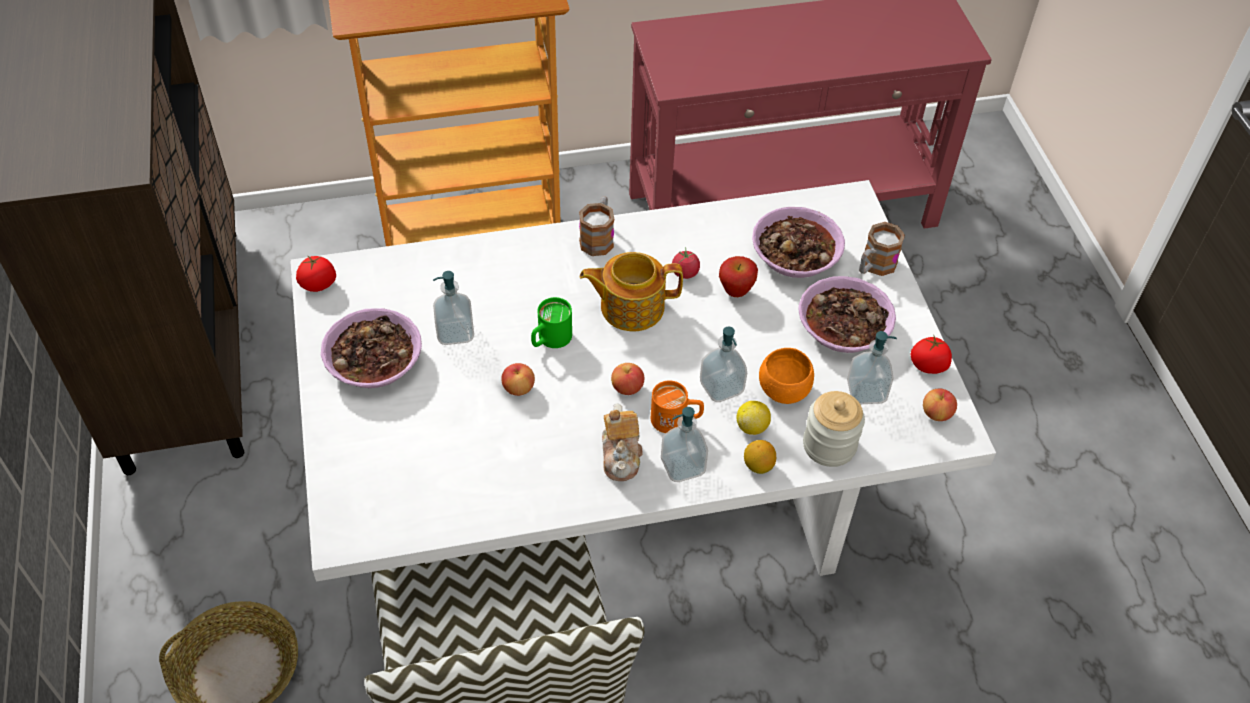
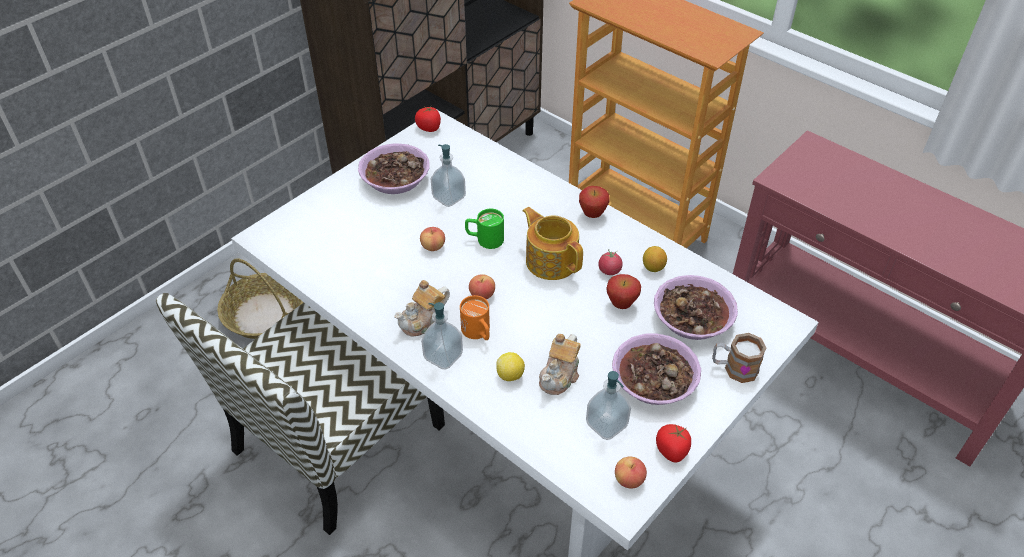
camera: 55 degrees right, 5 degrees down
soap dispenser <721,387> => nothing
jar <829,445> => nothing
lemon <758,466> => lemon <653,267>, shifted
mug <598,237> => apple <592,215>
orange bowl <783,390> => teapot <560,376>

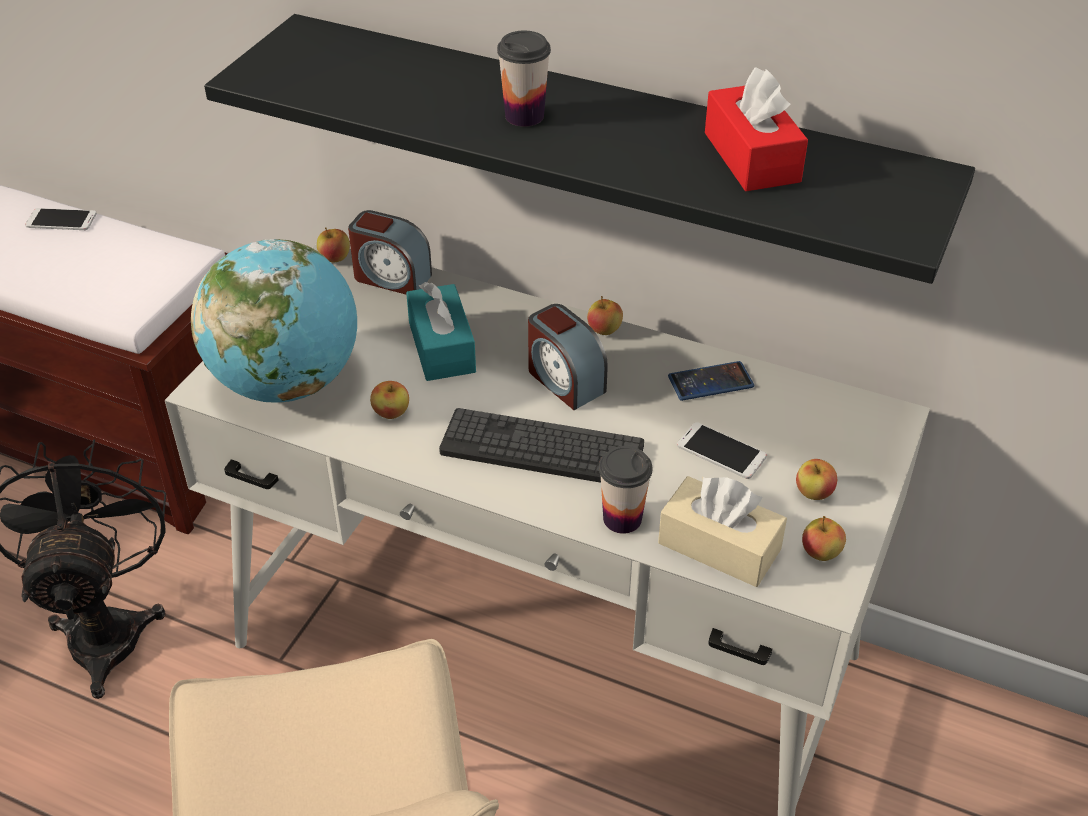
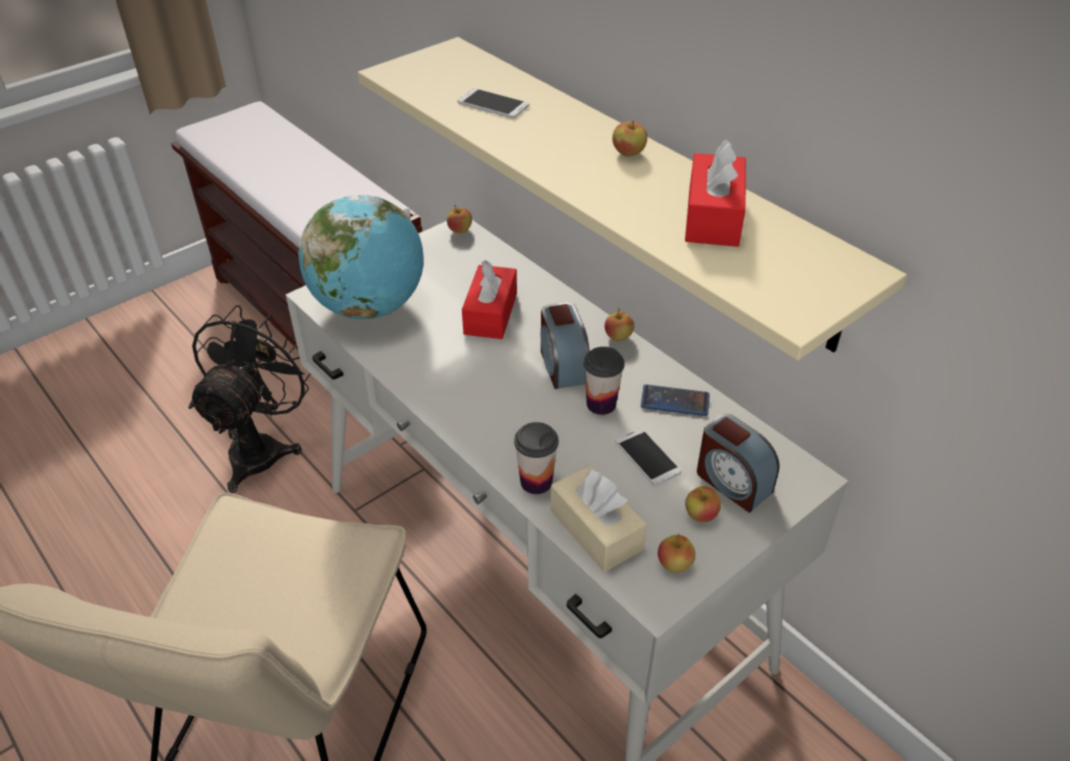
camera: 25 degrees right, 0 degrees up
keyboard <542,449> => nothing
phone <61,220> => phone <493,104>, shifted
alarm clock <391,277> => alarm clock <732,482>, shifted
apple <391,413> => apple <628,153>, shifted
cup <524,116> => cup <601,404>, shifted
black shelf <604,142> => beige shelf <639,183>
turquoise tissue box <441,347> => red tissue box <490,314>

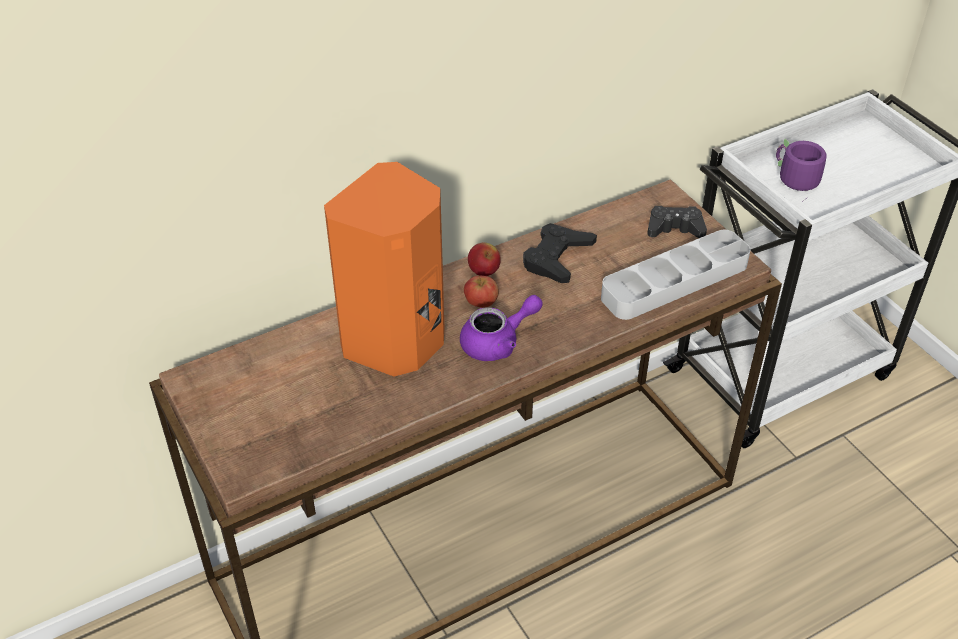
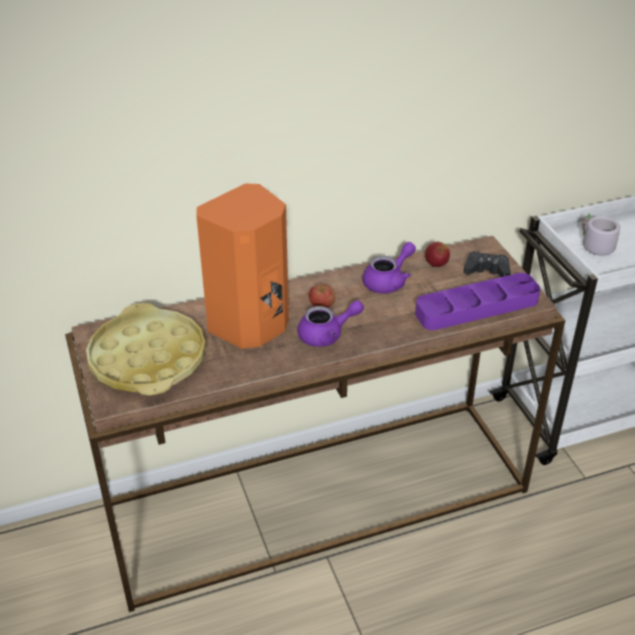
camera: 10 degrees right, 5 degrees down
nothing => yellow tray <148,359>
apple <484,272> => apple <436,264>, shifted
black game controller <557,258> => purple teapot <388,281>
grey tray <675,281> => purple tray <477,307>
purple mug <793,179> => grey mug <594,246>

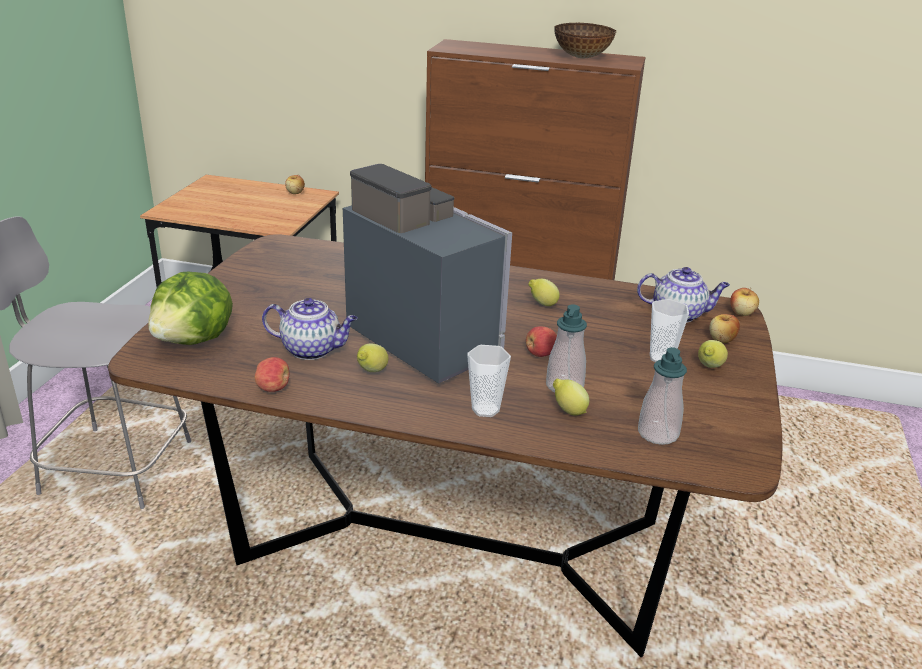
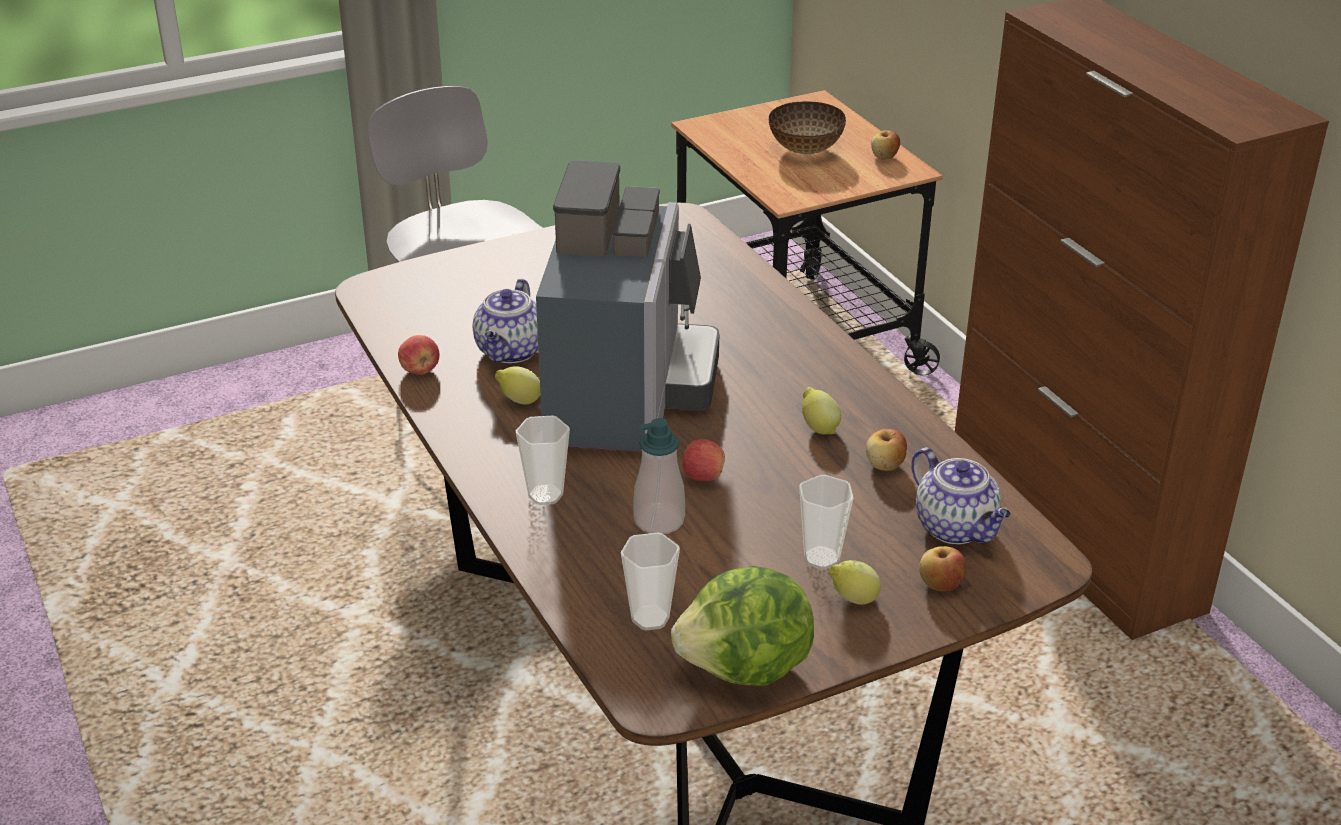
camera: 50 degrees right, 5 degrees up
lemon <568,411> => nothing
lettuce <195,340> => lettuce <746,670>, shifted
bowl <581,57> => bowl <804,150>, shifted
apple <741,313> => apple <885,465>, shifted
soap dispenser <658,433> => cup <650,618>
teapot <312,350> => teapot <510,352>, 45 degrees clockwise

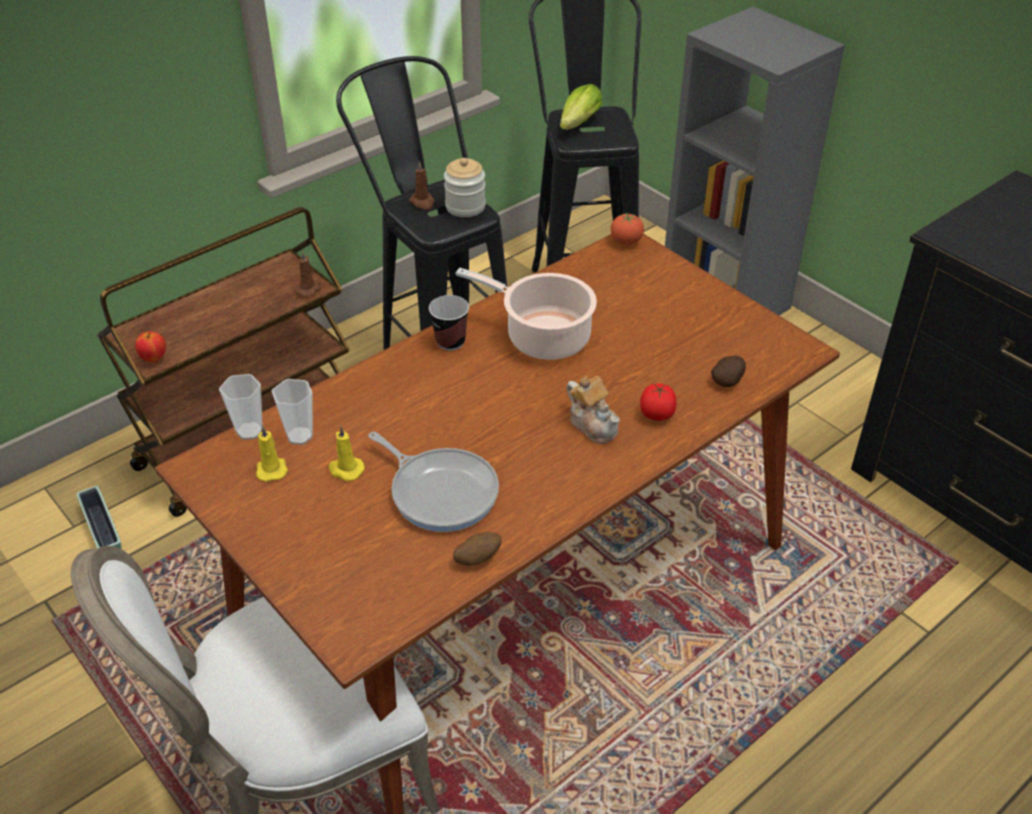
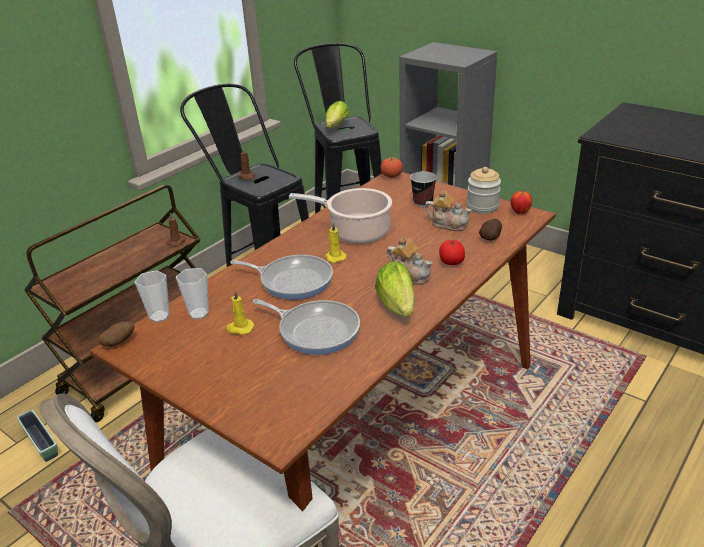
camera: 10 degrees left, 10 degrees down
nothing => frying pan <293,280>
nothing => lettuce <397,307>
nothing => teapot <448,224>
apple <154,359> => apple <520,212>, shifted
yellow candle <271,469> => yellow candle <335,257>, shifted
cup <450,342> => cup <423,203>, shifted
jar <465,207> => jar <482,207>, shifted
potato <477,558> => potato <119,342>, shifted

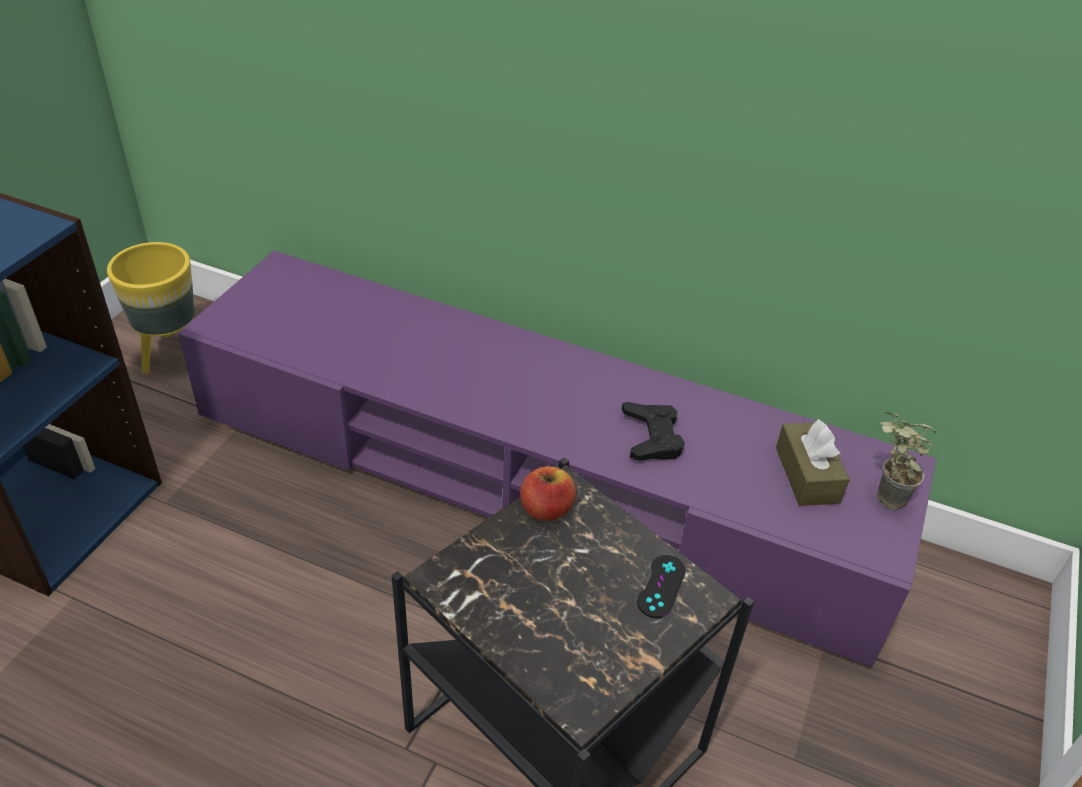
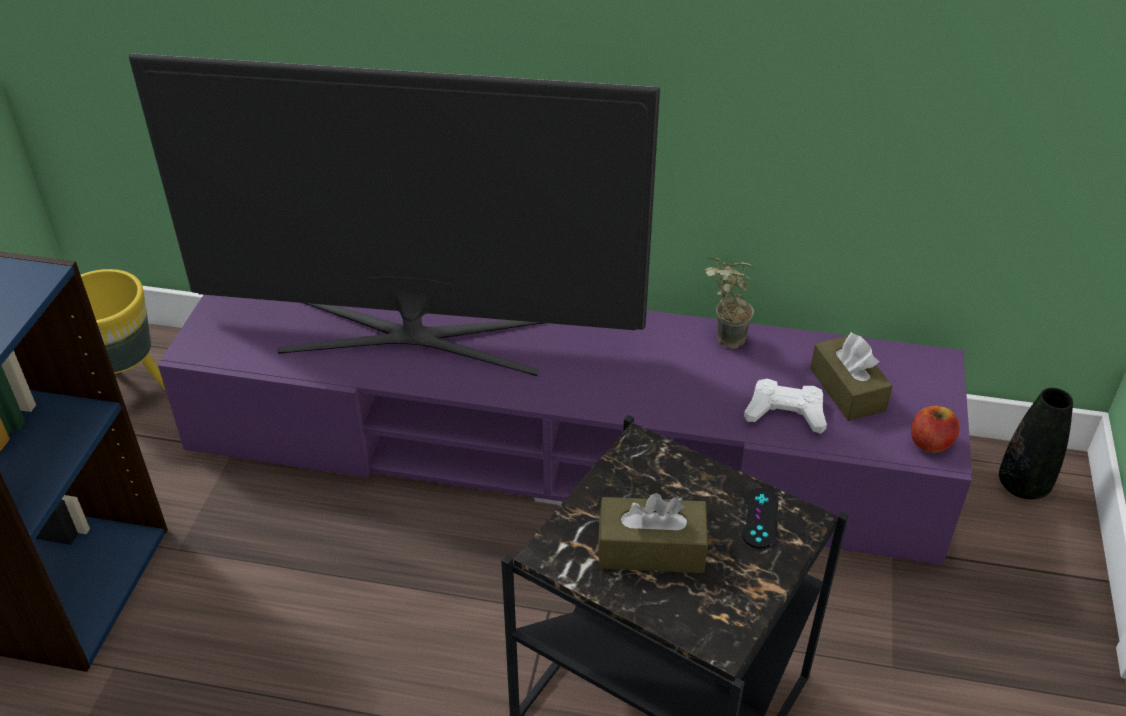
camera: 10 degrees left, 0 degrees up
black game controller <652,437> => nothing
nothing => television <417,335>
nothing => brown tissue box <651,549>
nothing => white game controller <785,412>
nothing => black vase <1023,485>
apple <546,509> => apple <930,443>, shifted
potted plant <881,497> => potted plant <722,340>, shifted

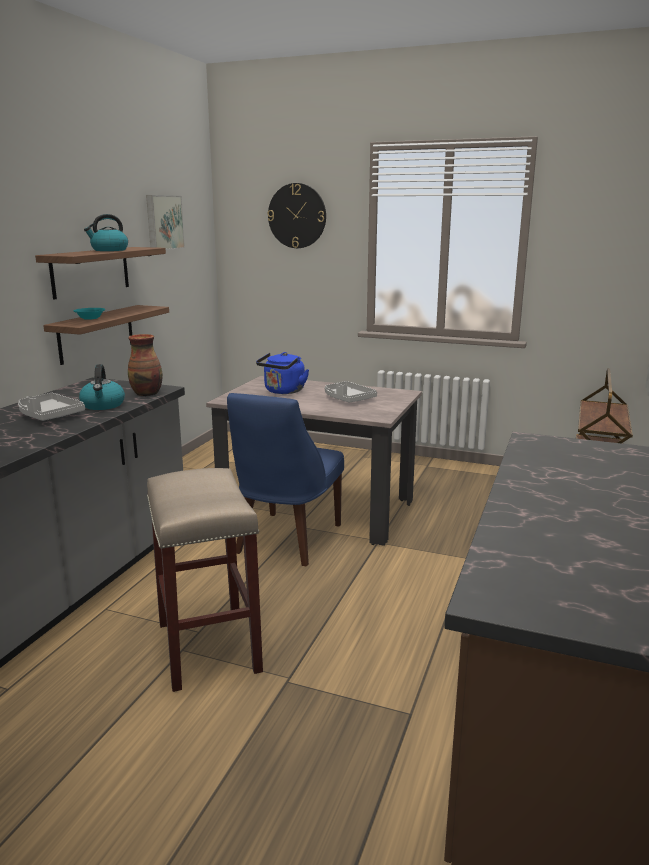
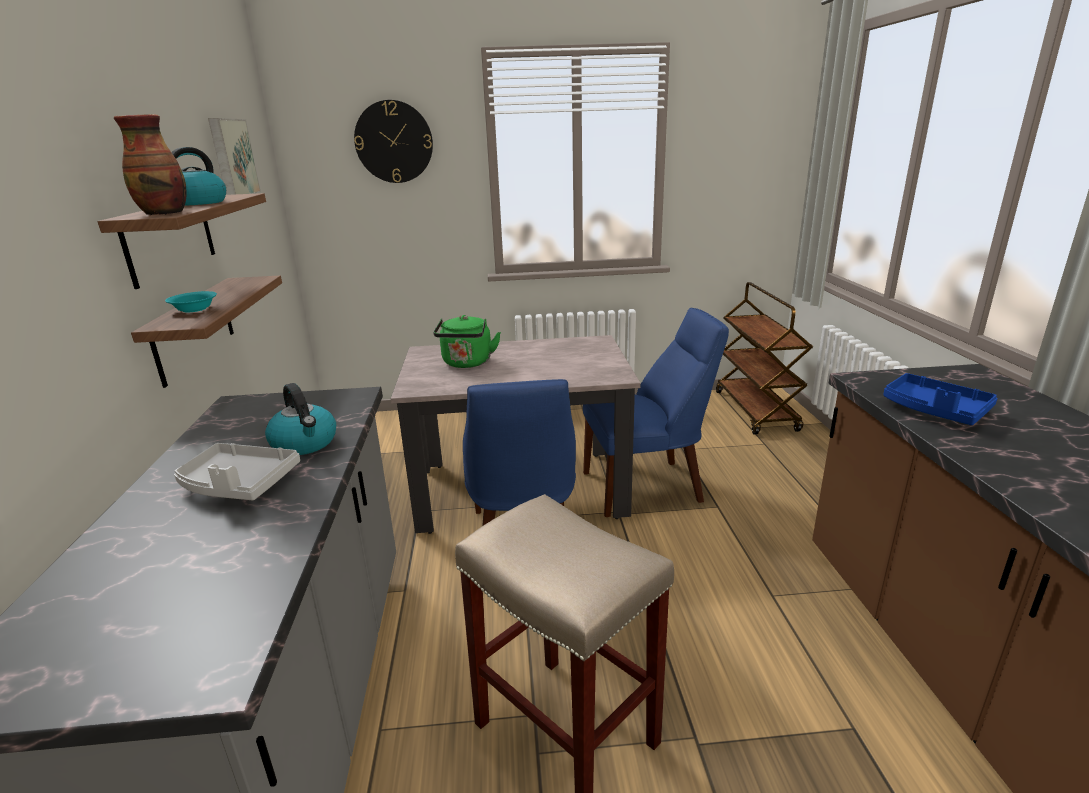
camera: 25 degrees left, 5 degrees up
grey tray <348,399> => nothing
nothing => blue chair <647,486>
nothing => blue tray <934,410>
vase <147,393> => vase <165,213>, shifted
blue kettle <283,391> => green kettle <467,363>

